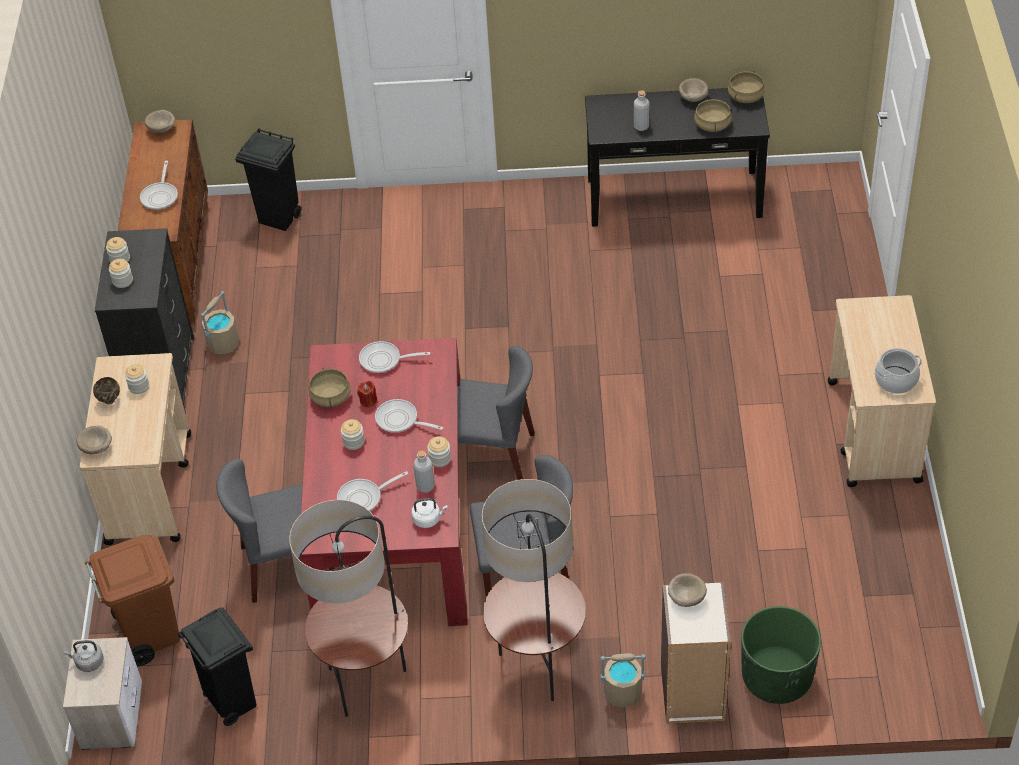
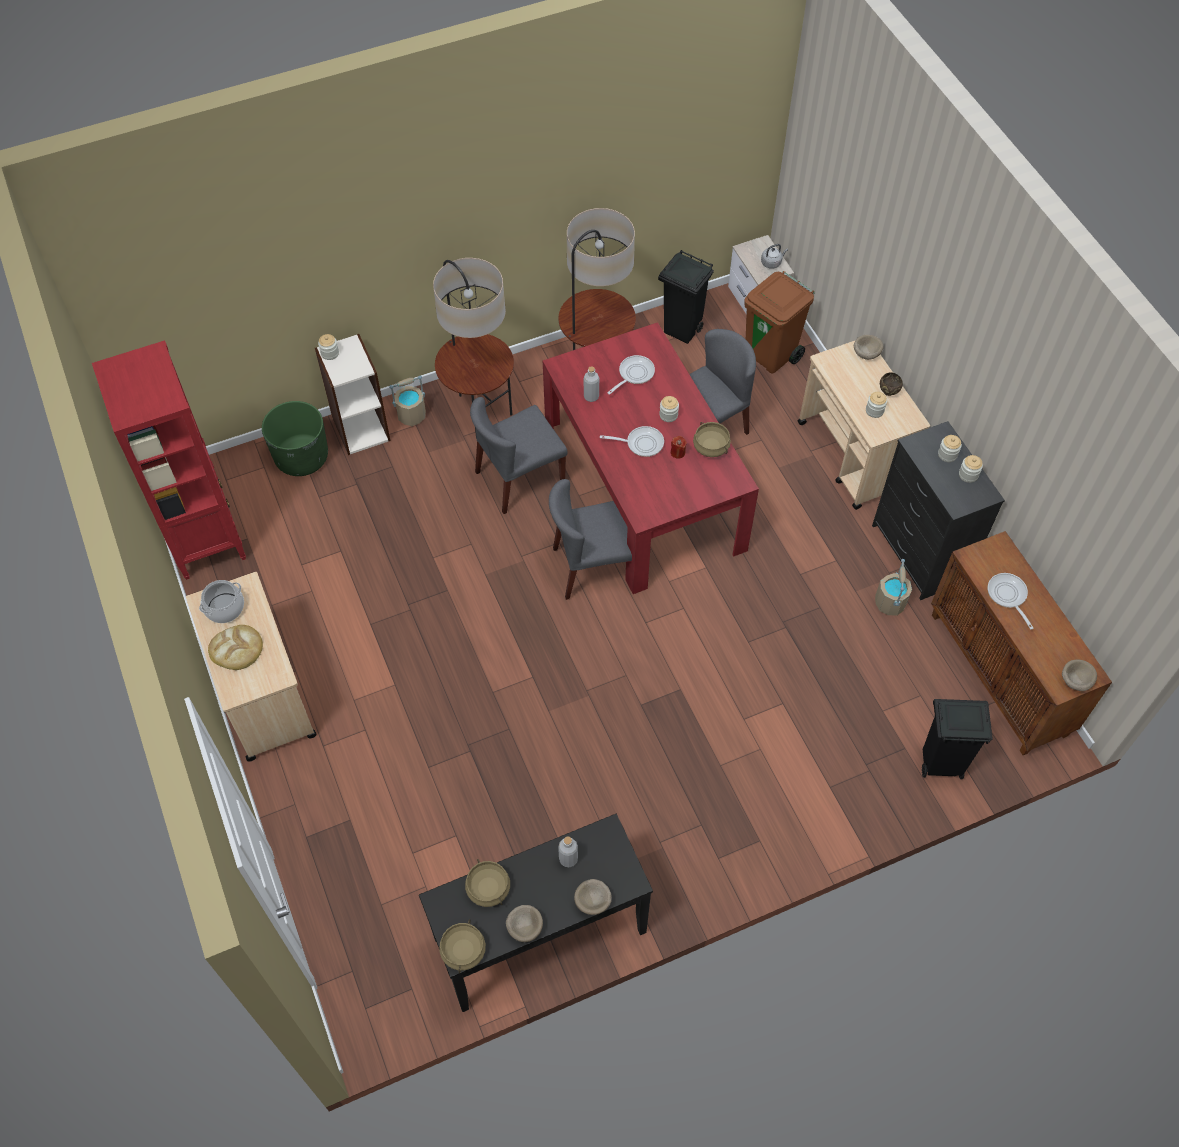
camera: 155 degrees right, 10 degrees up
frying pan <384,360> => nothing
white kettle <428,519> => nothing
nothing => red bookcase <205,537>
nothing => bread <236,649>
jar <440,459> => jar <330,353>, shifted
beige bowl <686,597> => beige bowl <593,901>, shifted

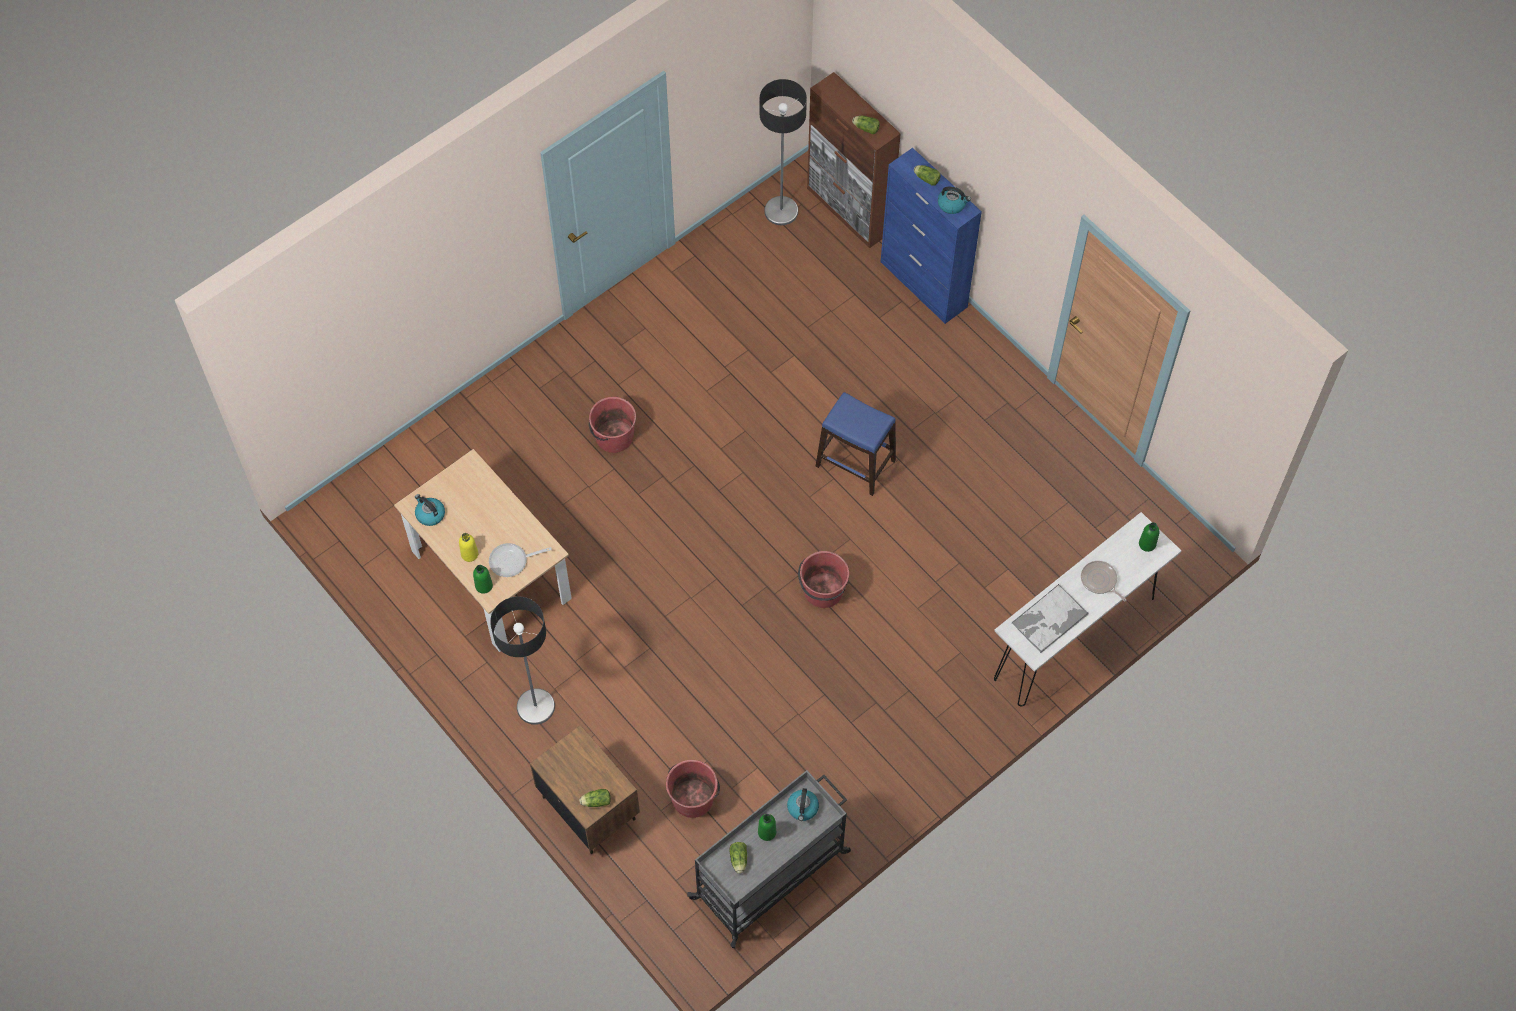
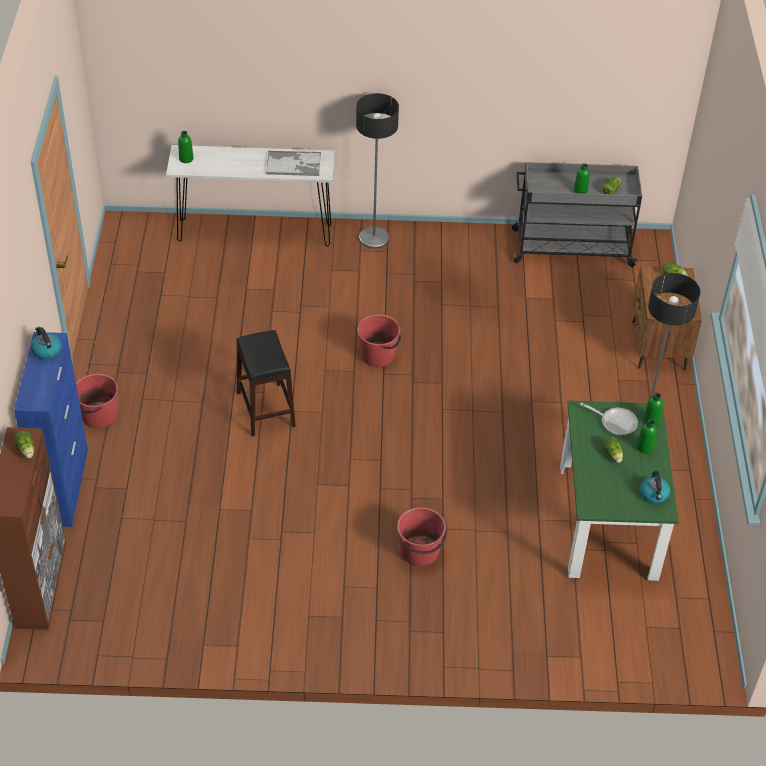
camera: 140 degrees left, 15 degrees down
kettle <803,808> => nothing
frying pan <1099,581> => nothing
red bucket <693,798> => red bucket <98,415>, shifted
floor lamp <781,211> => floor lamp <374,238>, shifted
lettuce <926,178> => lettuce <613,455>, shifted
beige dining table <491,575> => green dining table <607,522>
yellow bottle <469,554> => green bottle <644,447>
blue stool <855,463> => black stool <265,409>

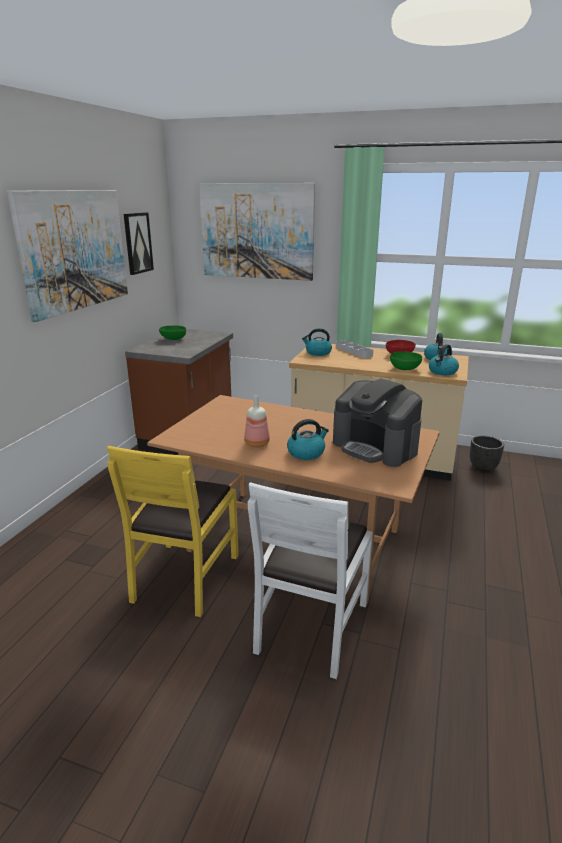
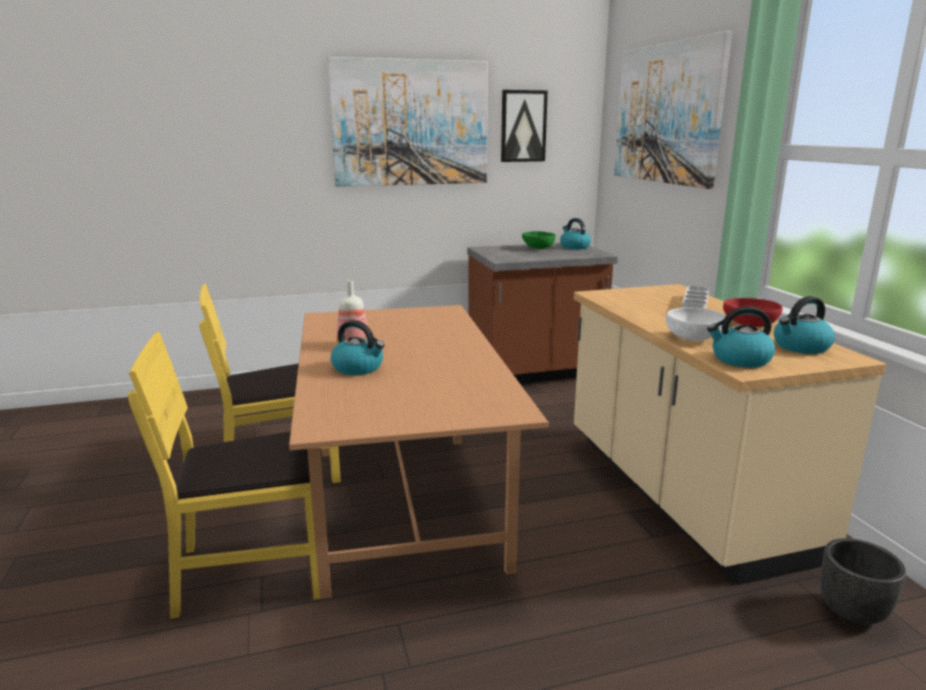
camera: 55 degrees right, 5 degrees down
coffee machine <375,447> => nothing
kettle <317,353> => kettle <574,247>, shifted
white chair <311,625> => yellow chair <253,569>
green bowl <405,368> => white bowl <694,338>

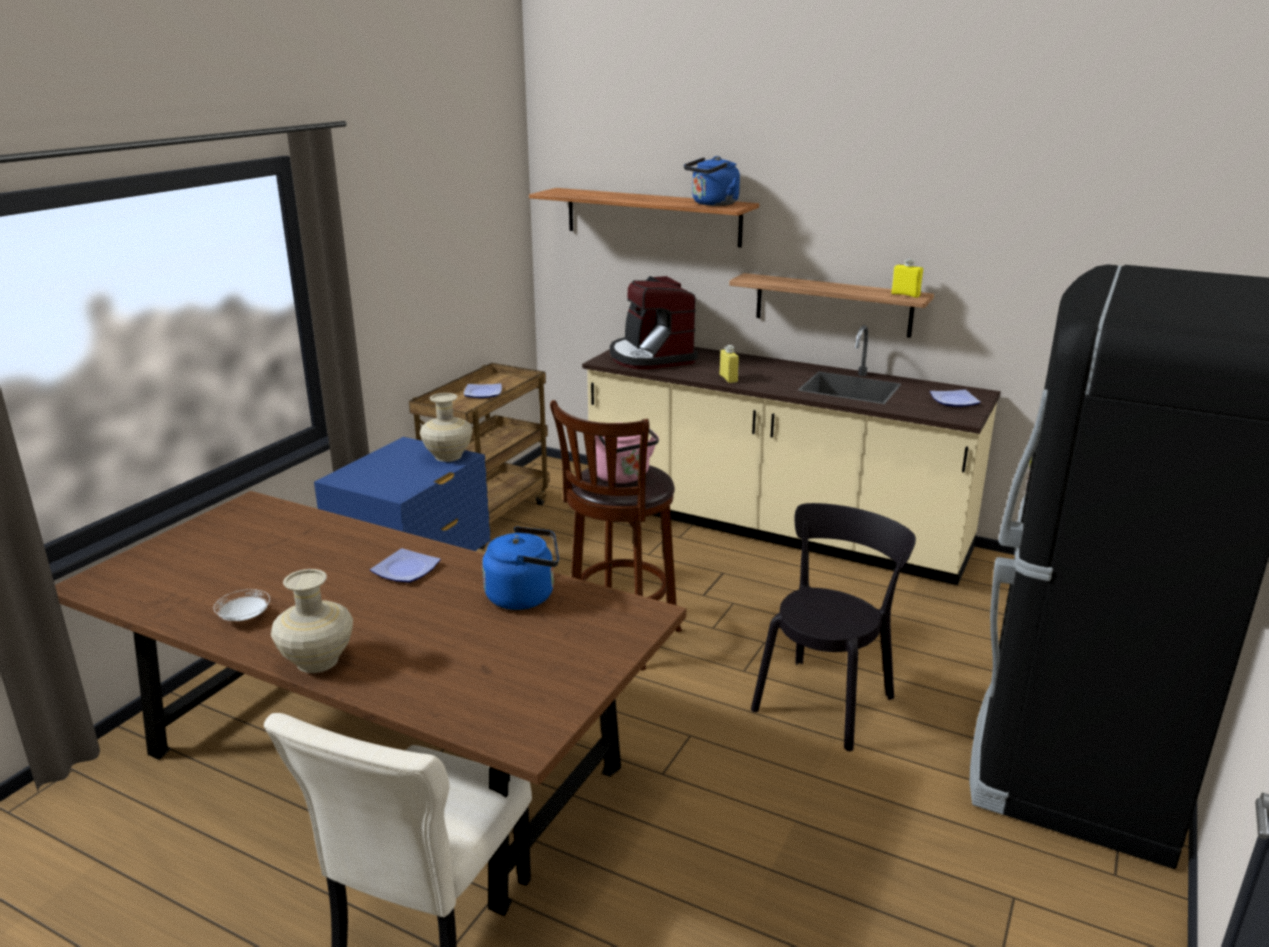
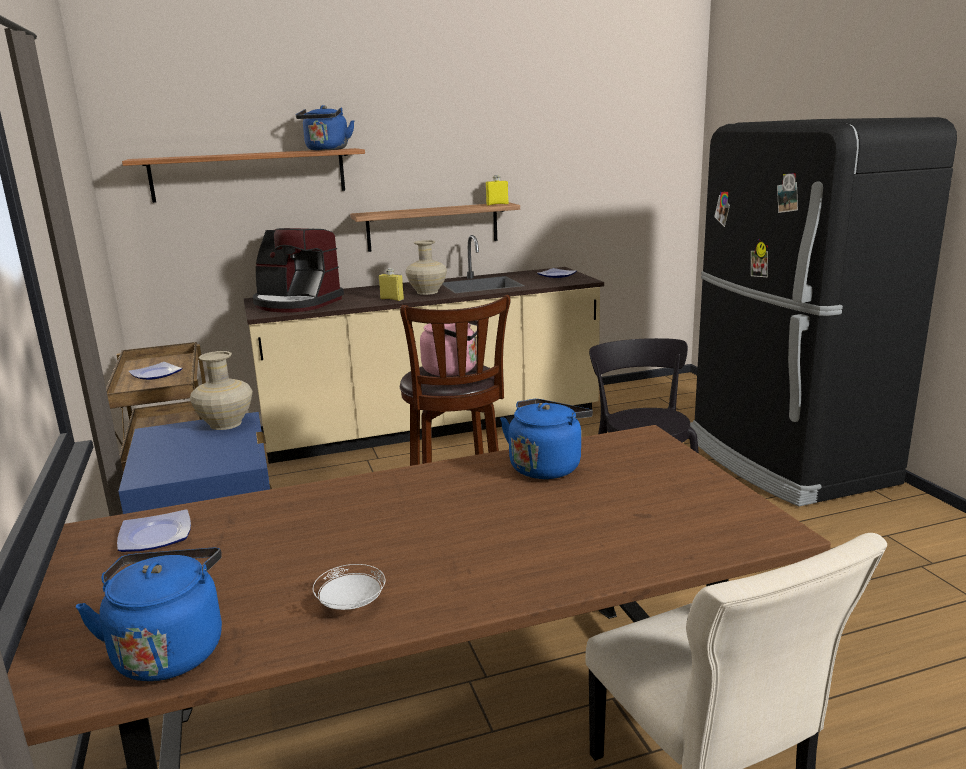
camera: 45 degrees left, 5 degrees down
nothing => blue kettle <170,649>
beige vase <318,660> => beige vase <427,292>, shifted
plate <406,571> => plate <157,536>, shifted

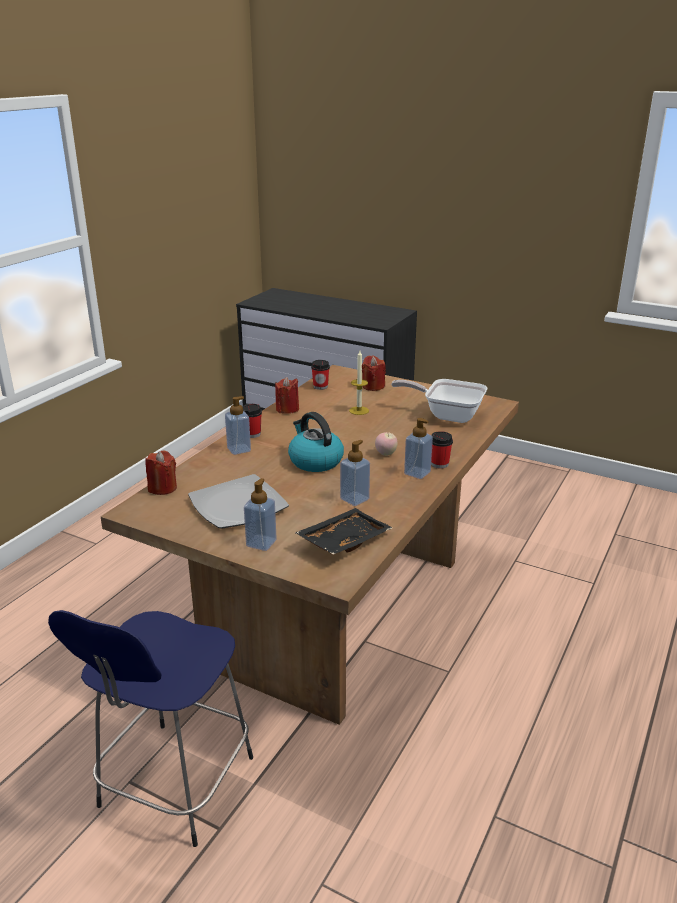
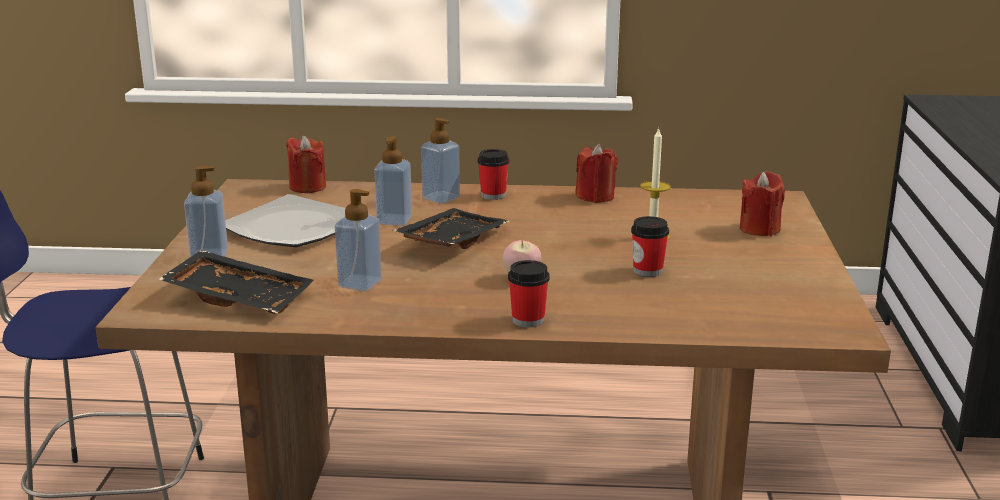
camera: 65 degrees right, 5 degrees down
frying pan <447,415> => nothing
cup <320,387> => cup <647,271>, shifted
soap dispenser <417,473> => soap dispenser <394,220>, shifted
kettle <315,461> => black tray <451,241>

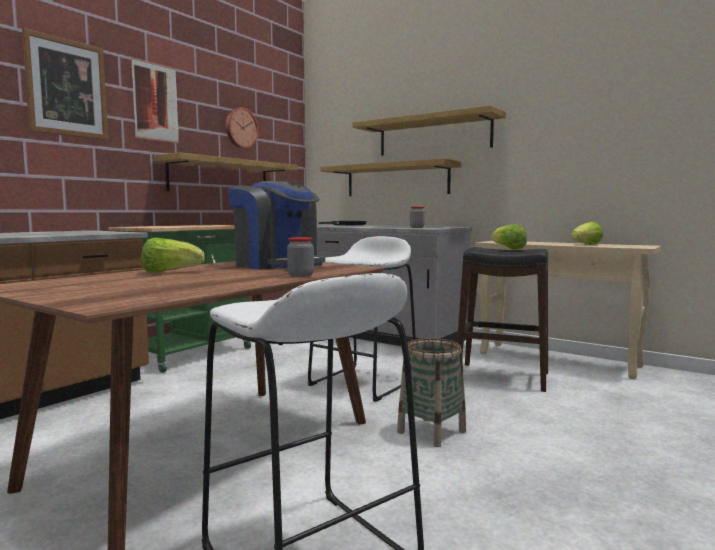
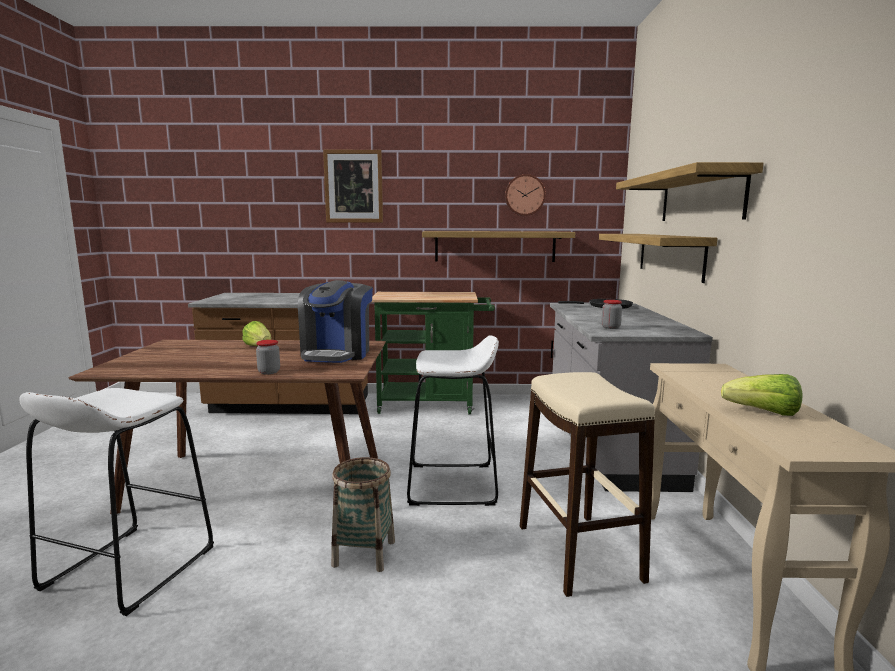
camera: 55 degrees right, 5 degrees up
picture <155,102> => nothing
lettuce <507,249> => nothing
black stool <502,377> => beige stool <579,552>

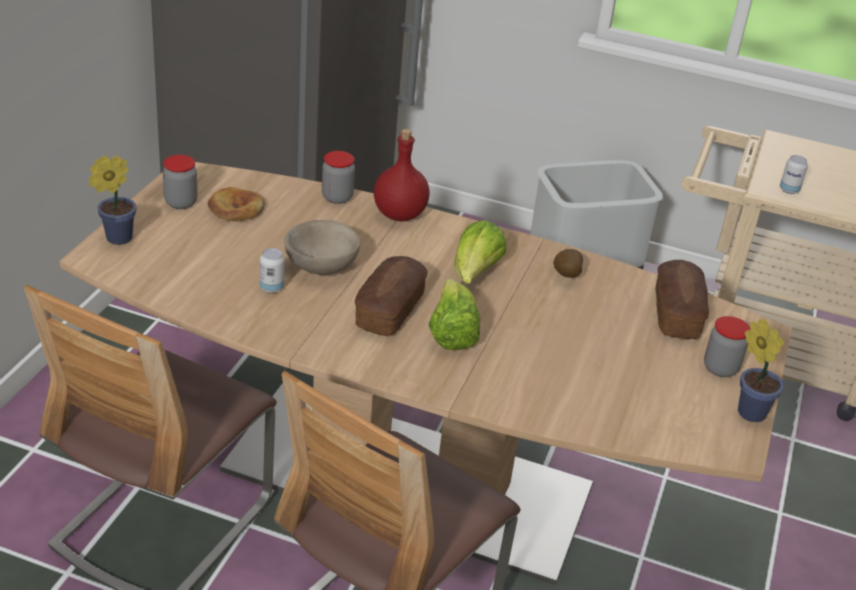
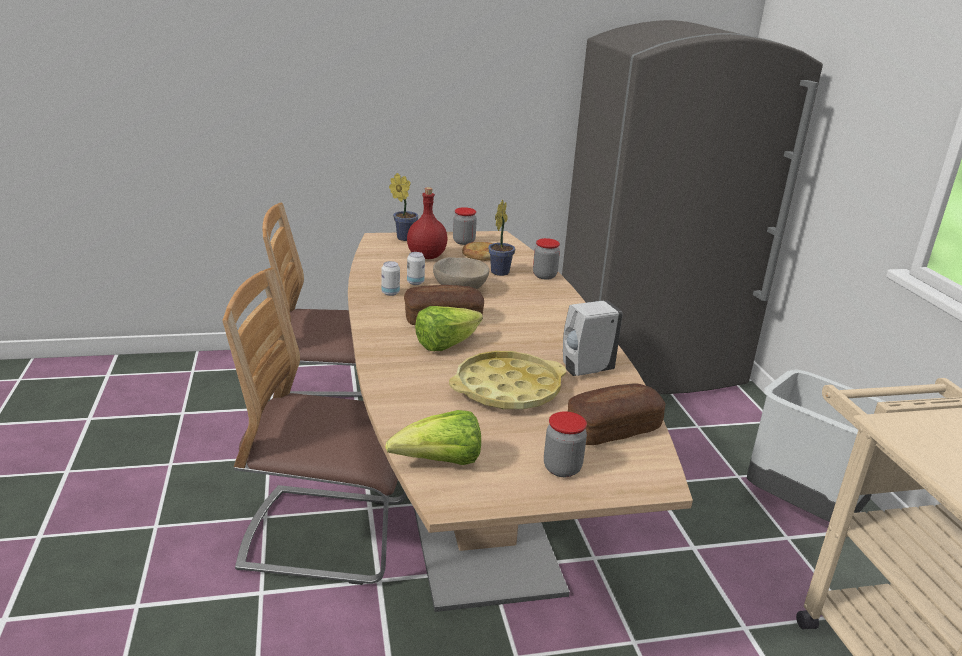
camera: 60 degrees right, 10 degrees down
nothing => yellow tray <507,389>
red bottle <399,214> => red bottle <427,256>, shifted
lettuce <475,273> => lettuce <440,463>, shifted
potted plant <748,410> => potted plant <501,271>, shifted
can <789,190> => can <390,293>, shifted
potato <565,276> => white soap dispenser <585,370>

